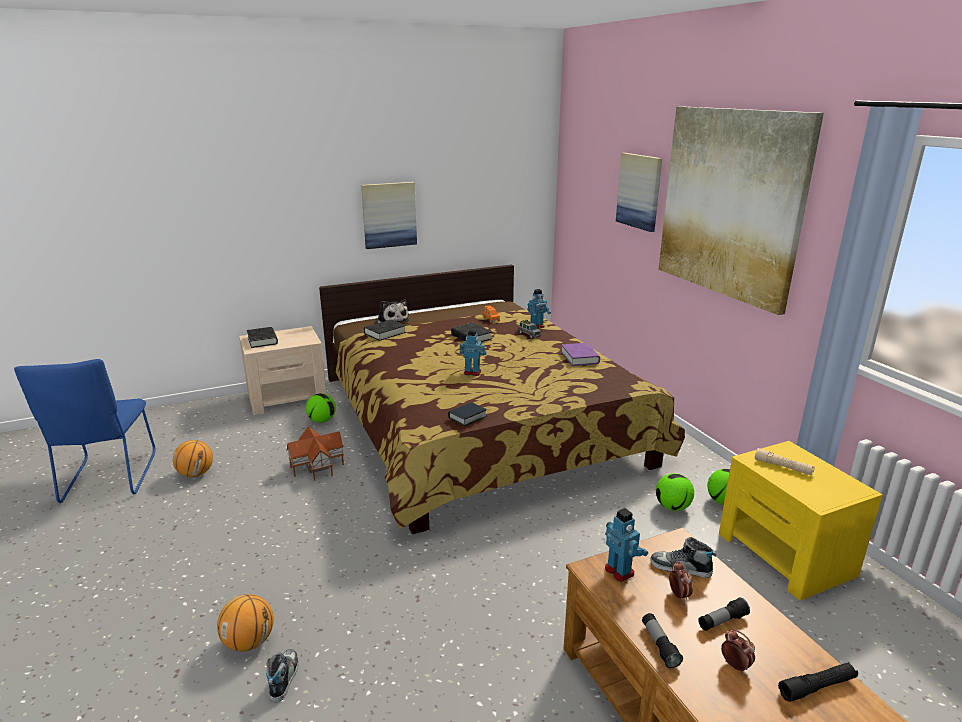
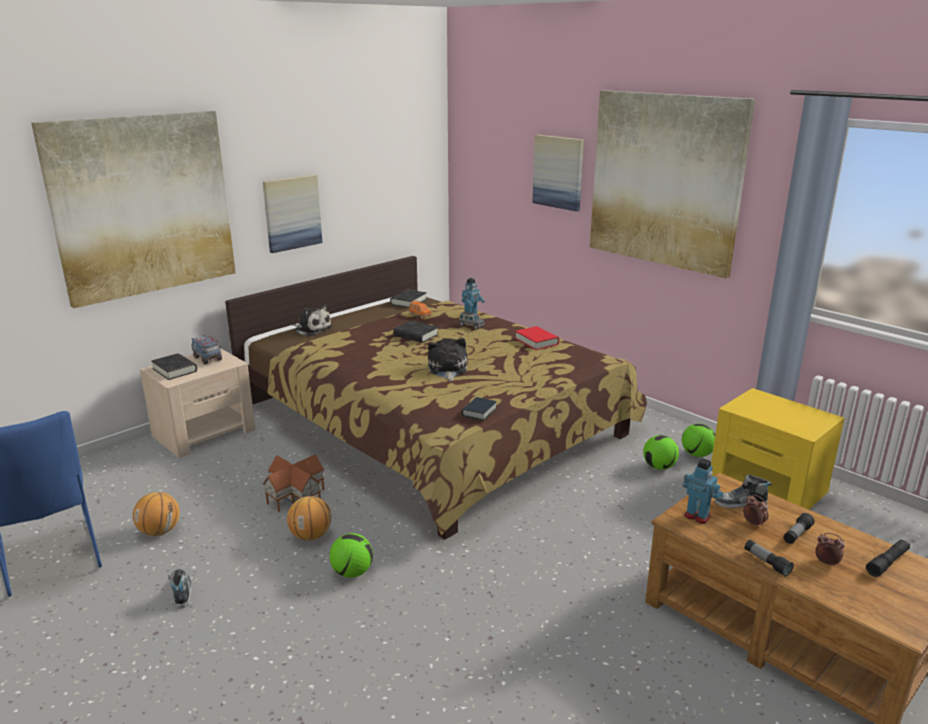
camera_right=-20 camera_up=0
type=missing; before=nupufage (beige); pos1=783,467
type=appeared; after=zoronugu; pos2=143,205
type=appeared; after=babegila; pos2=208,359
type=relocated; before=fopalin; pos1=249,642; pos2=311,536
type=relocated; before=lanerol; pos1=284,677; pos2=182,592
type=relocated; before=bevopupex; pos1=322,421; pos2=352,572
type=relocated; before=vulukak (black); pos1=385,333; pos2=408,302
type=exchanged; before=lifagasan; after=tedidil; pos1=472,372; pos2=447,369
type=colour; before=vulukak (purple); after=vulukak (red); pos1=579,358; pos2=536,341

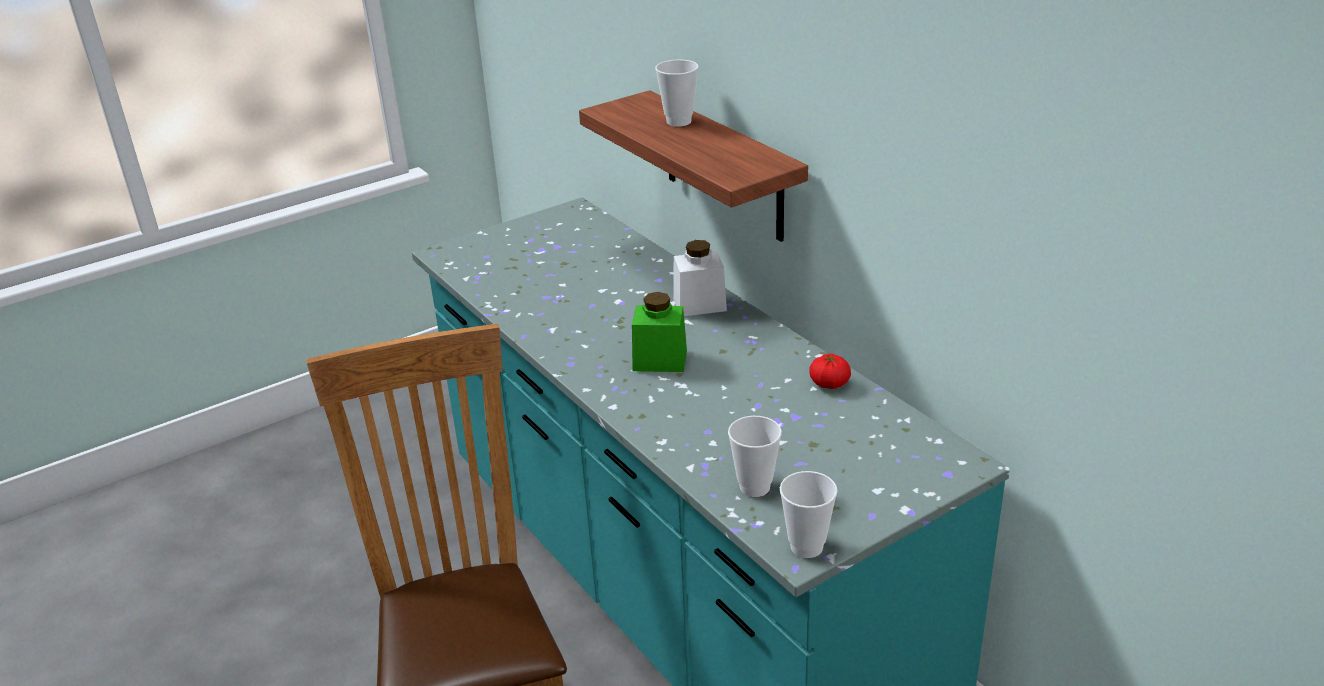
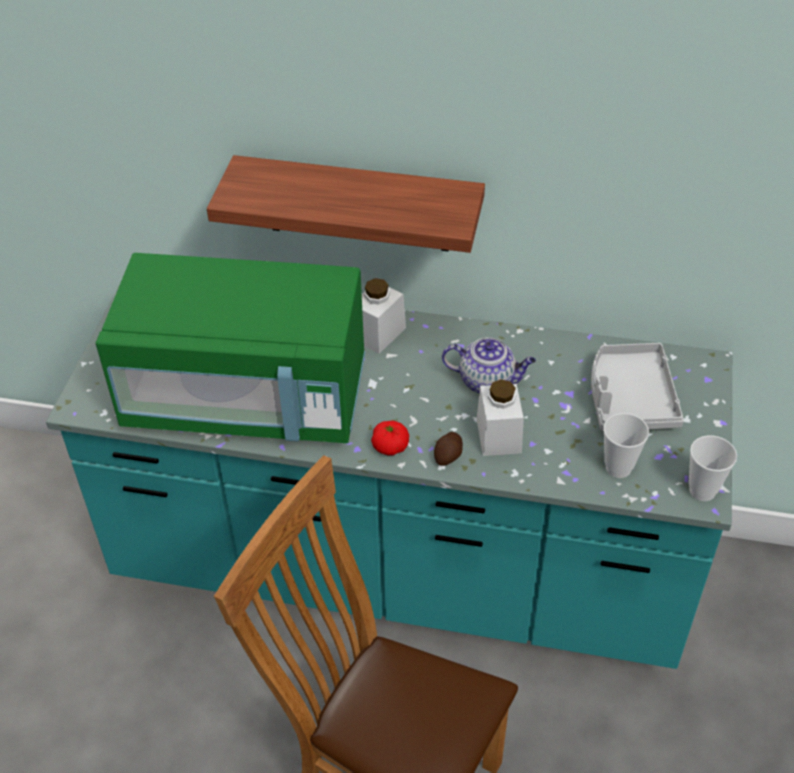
camera_right=-45 camera_up=15
type=missing; before=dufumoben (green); pos1=660,360
type=missing; before=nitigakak; pos1=679,121
type=appeared; after=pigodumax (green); pos2=247,398
type=appeared; after=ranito; pos2=449,455
type=appeared; after=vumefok; pos2=488,381
type=appeared; after=dufumoben (white); pos2=498,435
type=appeared; after=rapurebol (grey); pos2=630,398
type=relocated; before=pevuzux; pos1=829,383; pos2=390,446

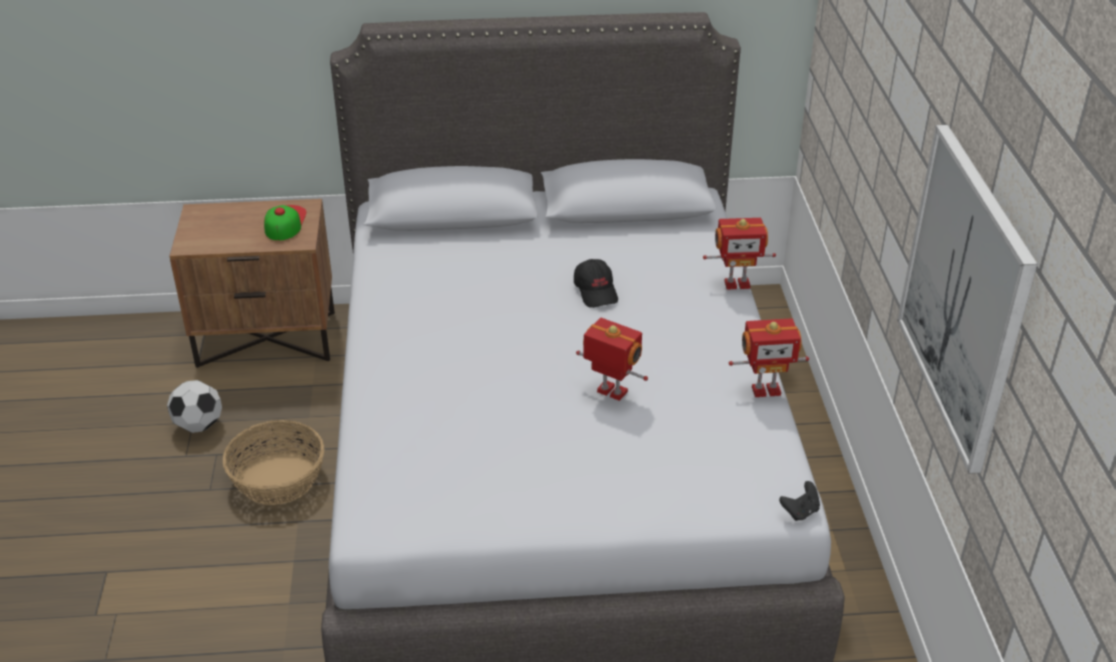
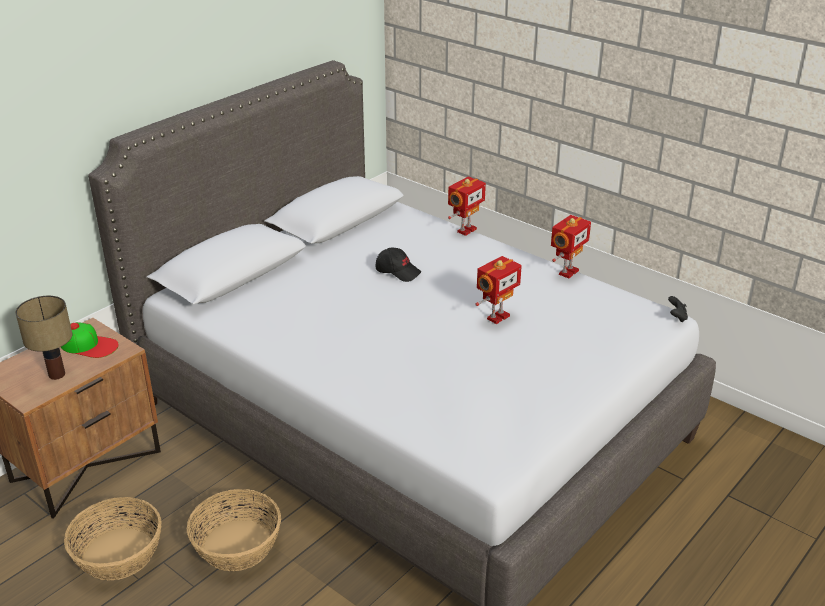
camera_right=-45 camera_up=-5
type=missing; before=zoronugu; pos1=964,295
type=appeared; after=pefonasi; pos2=56,375
type=exchanged; before=bevopupex; after=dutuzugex; pos1=199,425; pos2=118,553
type=spun; before=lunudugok; pos1=284,222; pos2=89,345; turn=150
type=spun; before=lifagasan; pos1=611,392; pos2=497,317; turn=150

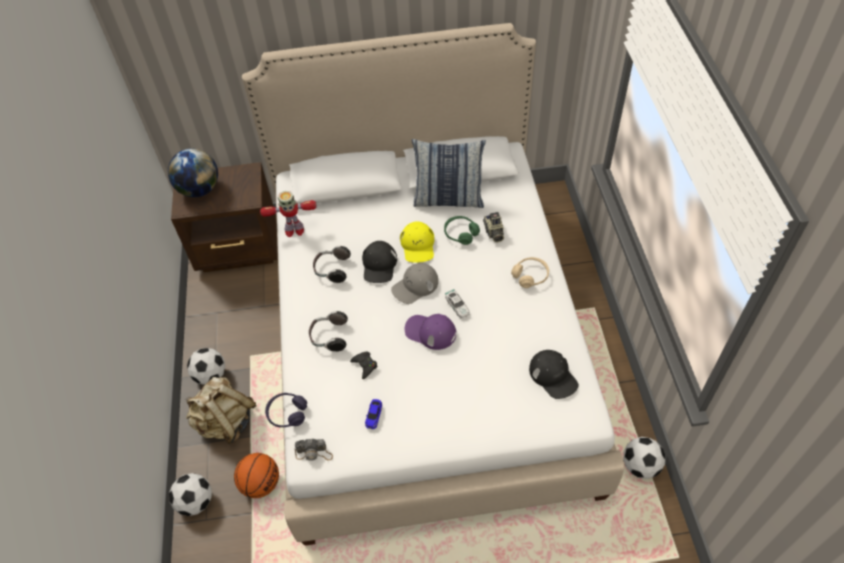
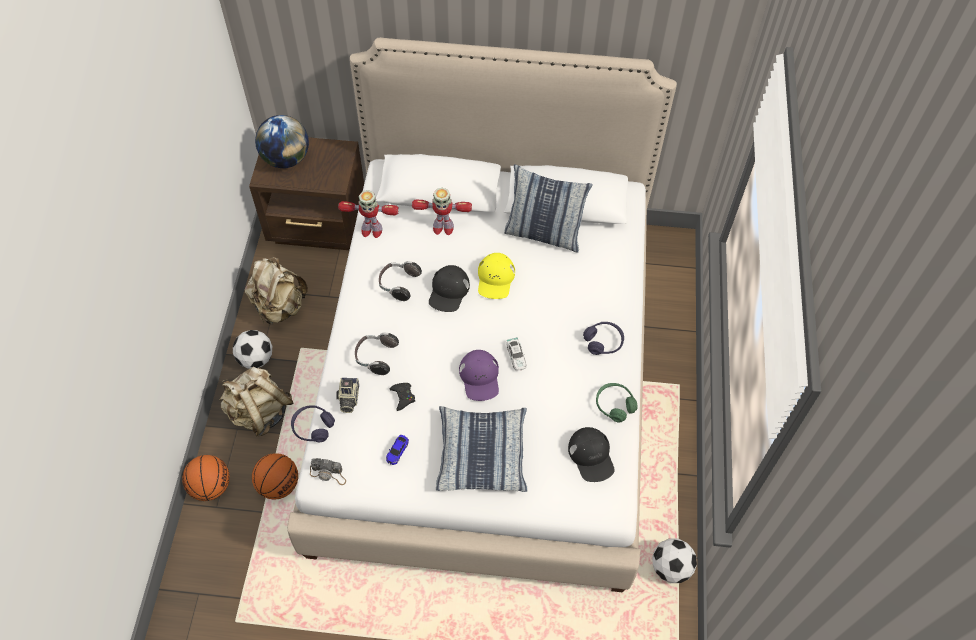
camera_right=10 camera_up=5
type=missing; before=lunudugok (grey); pos1=415,286
type=appeared; after=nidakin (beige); pos2=279,307
type=appeared; after=lifagasan; pos2=442,228
type=appeared; after=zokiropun; pos2=482,454
type=relocated; before=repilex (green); pos1=461,233; pos2=614,405
type=relocated; before=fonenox; pos1=493,233; pos2=348,398
type=exchanged; before=bevopupex; after=fopalin; pos1=196,502; pos2=211,486
type=colour; before=repilex (beige); after=repilex (purple); pos1=530,276; pos2=603,342
type=spun; before=lunudugok (purple); pos1=430,332; pos2=480,377; turn=-135

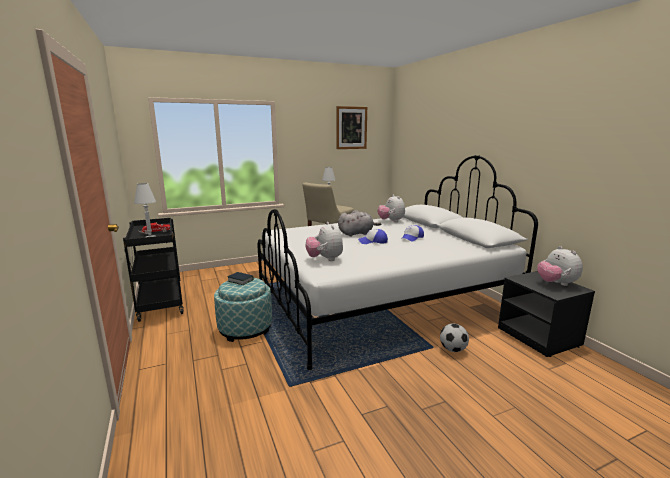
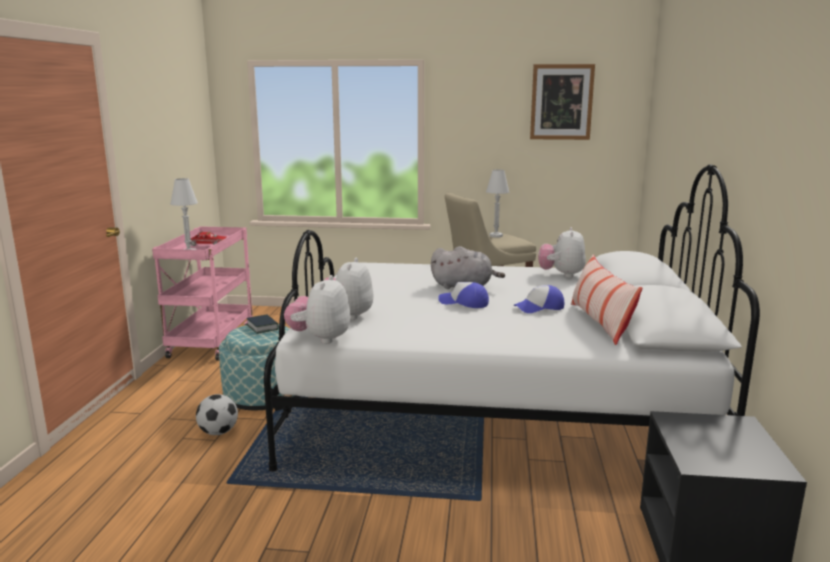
camera_right=30 camera_up=0
type=appeared; after=zokiropun; pos2=600,322
type=relocated; before=bevopupex; pos1=453,349; pos2=218,432
type=relocated; before=tedidil; pos1=556,284; pos2=320,339
type=colour; before=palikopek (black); after=palikopek (pink); pos1=160,303; pos2=211,341

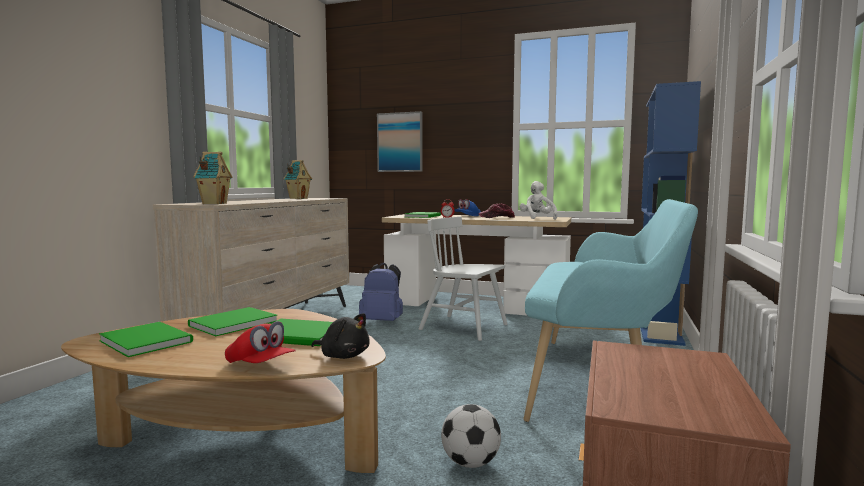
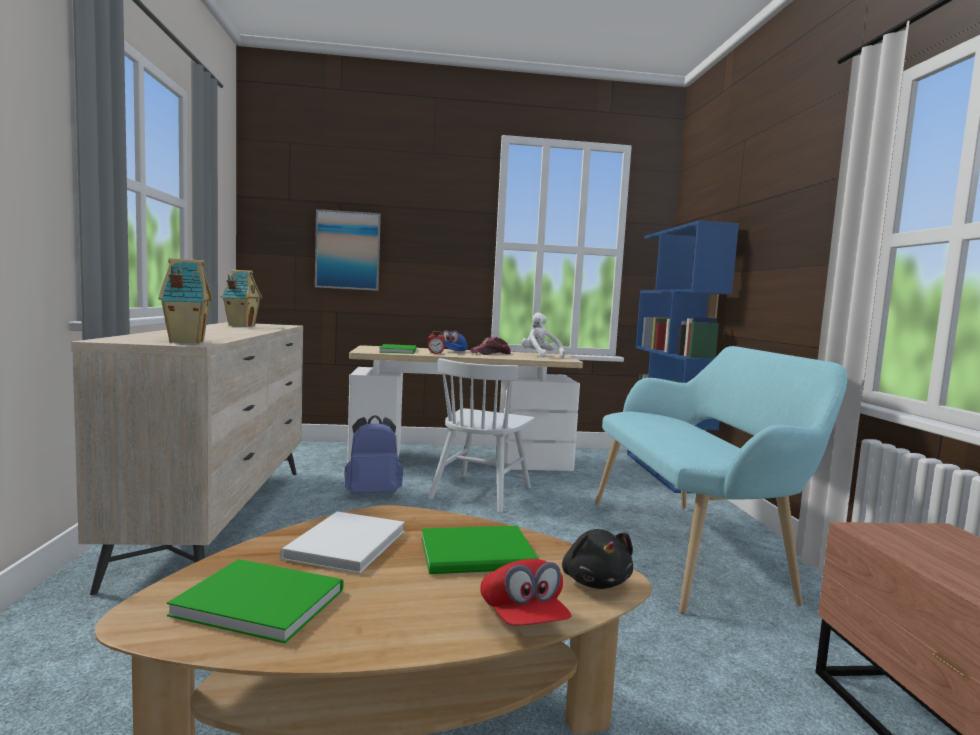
camera_right=-25 camera_up=0
type=missing; before=bevopupex; pos1=470,463
type=colour; before=vulukak (green); after=vulukak (white); pos1=230,324; pos2=341,545
type=spun; before=lunudugok (red); pos1=260,365; pos2=522,619; turn=60
type=spun; before=tedidil (black); pos1=343,356; pos2=595,581; turn=75
type=spun; before=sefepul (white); pos1=464,327; pos2=480,492; turn=-75

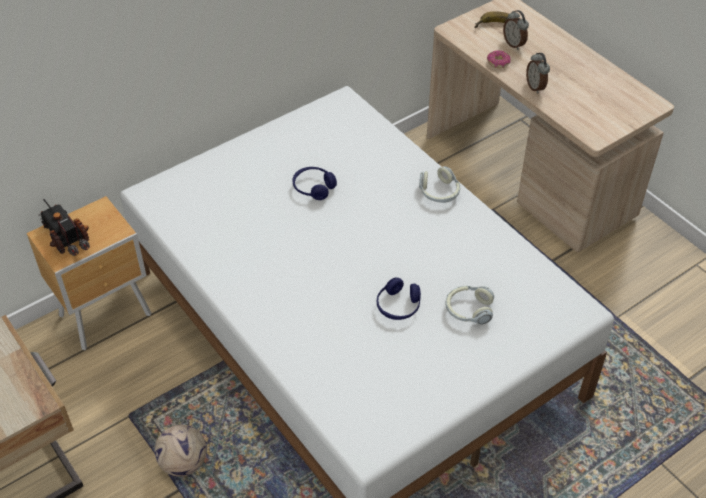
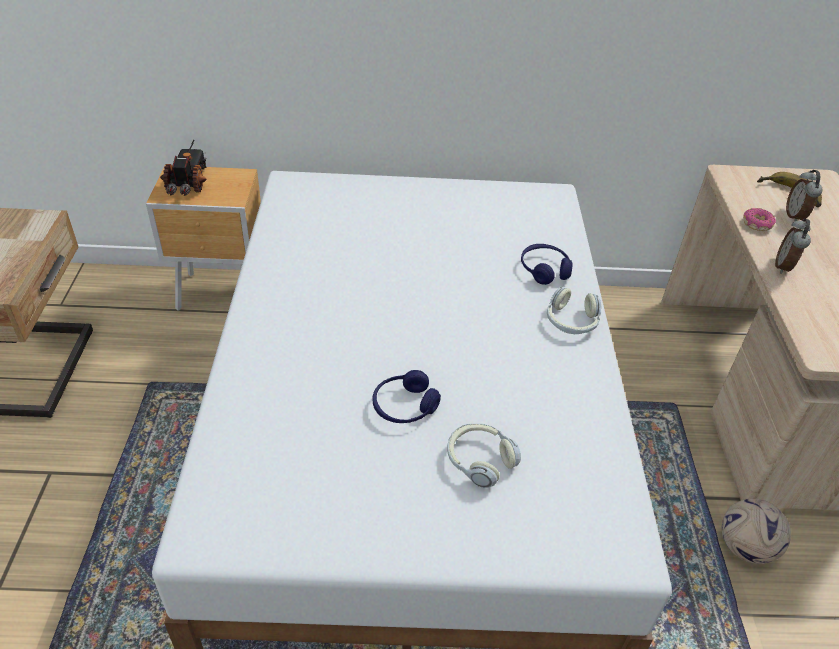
camera_right=35 camera_up=-5
type=relocated; before=bevopupex; pos1=183,463; pos2=744,547
type=relocated; before=repilex (blue); pos1=313,187; pos2=544,270

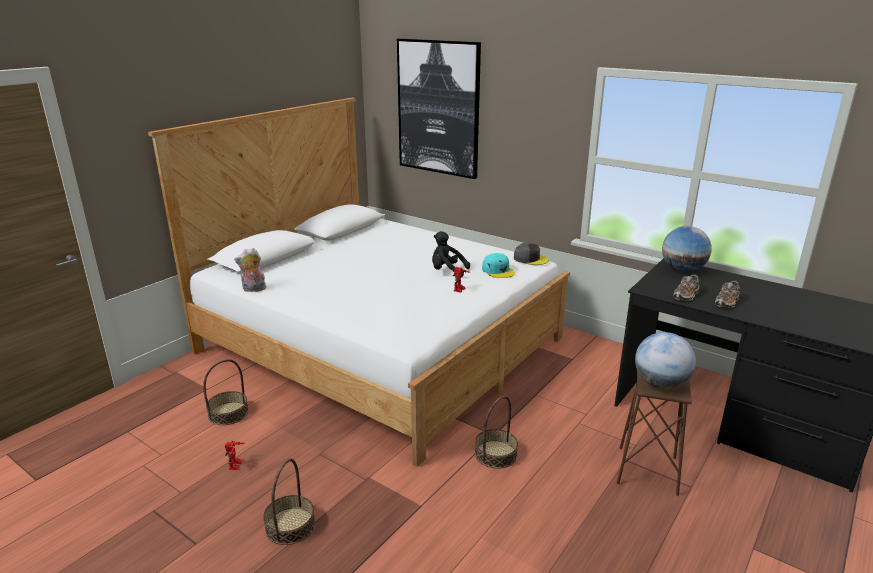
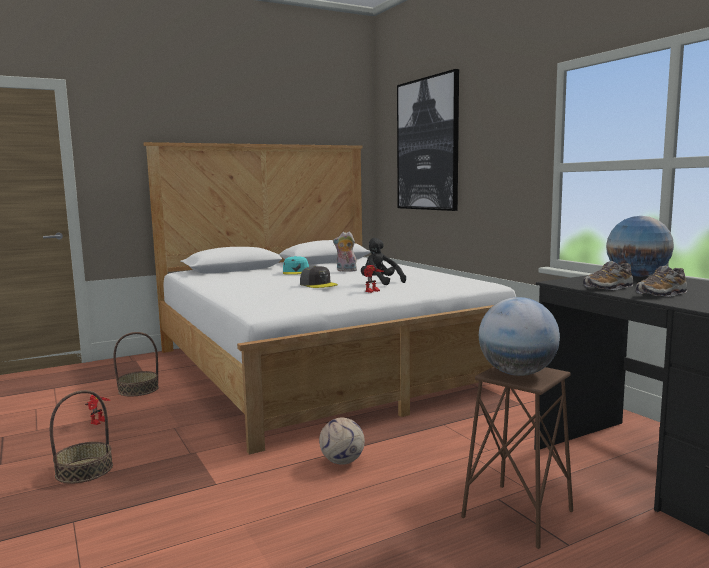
camera_right=25 camera_up=-15
type=relocated; before=tedidil; pos1=253,289; pos2=345,271
type=relocated; before=lunudugok (turquoise); pos1=498,271; pos2=296,272
type=relocated; before=lunudugok (grey); pos1=530,259; pos2=318,284
type=exchanged; before=dutuzugex; after=bevopupex; pos1=495,454; pos2=342,461

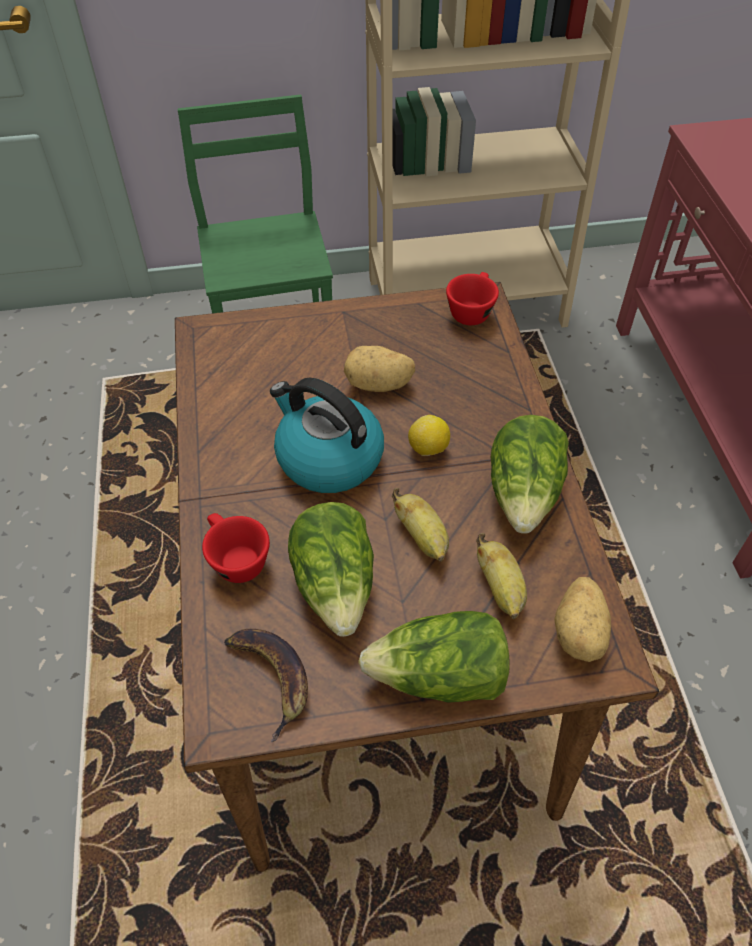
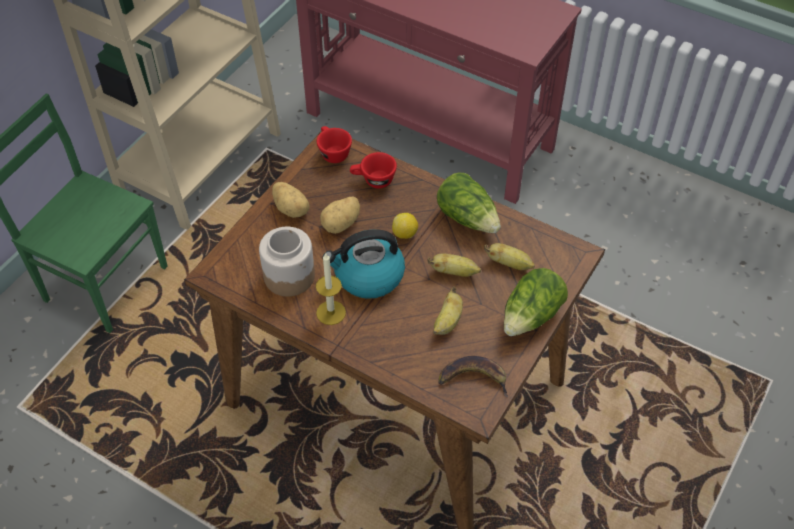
camera_right=-50 camera_up=0
type=appeared; after=dufumoben; pos2=289,276
type=appeared; after=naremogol; pos2=331,312
type=relocated; before=nitigakak (red); pos1=235,559; pos2=373,180
type=relocated; before=ranito; pos1=580,633; pos2=291,209
type=exchanged; before=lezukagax; after=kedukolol; pos1=336,584; pos2=447,322

